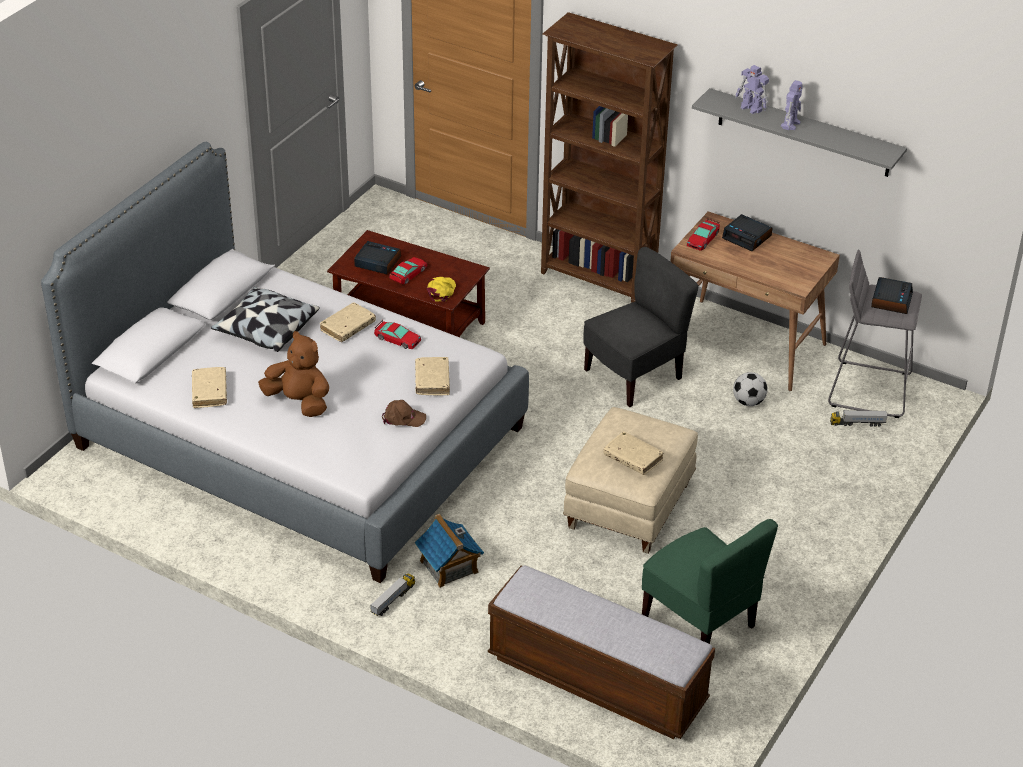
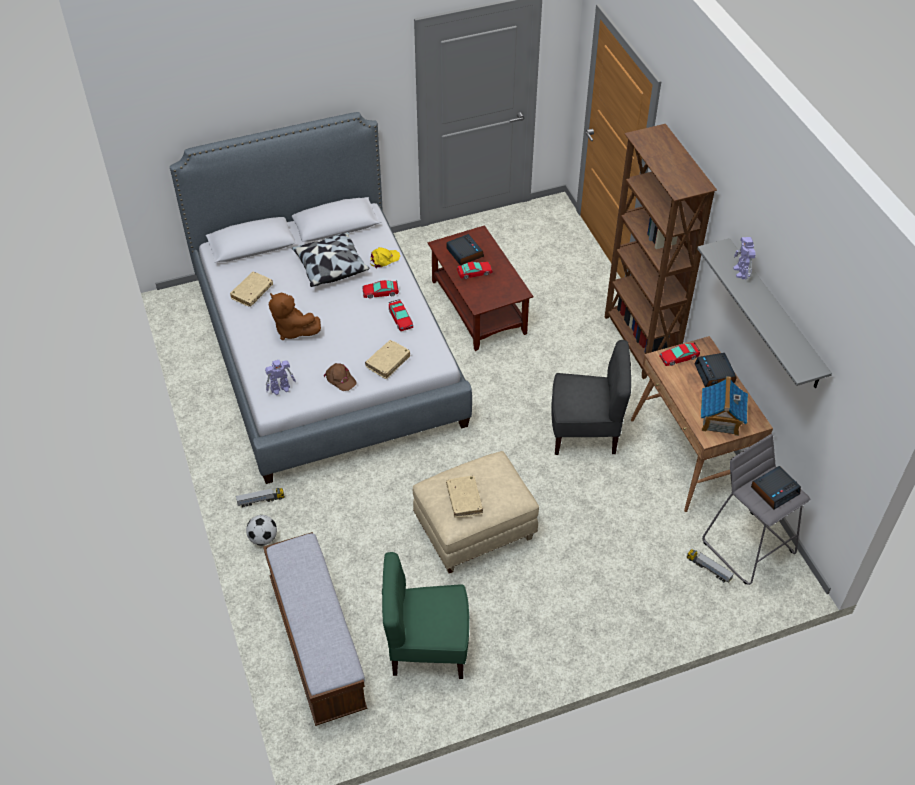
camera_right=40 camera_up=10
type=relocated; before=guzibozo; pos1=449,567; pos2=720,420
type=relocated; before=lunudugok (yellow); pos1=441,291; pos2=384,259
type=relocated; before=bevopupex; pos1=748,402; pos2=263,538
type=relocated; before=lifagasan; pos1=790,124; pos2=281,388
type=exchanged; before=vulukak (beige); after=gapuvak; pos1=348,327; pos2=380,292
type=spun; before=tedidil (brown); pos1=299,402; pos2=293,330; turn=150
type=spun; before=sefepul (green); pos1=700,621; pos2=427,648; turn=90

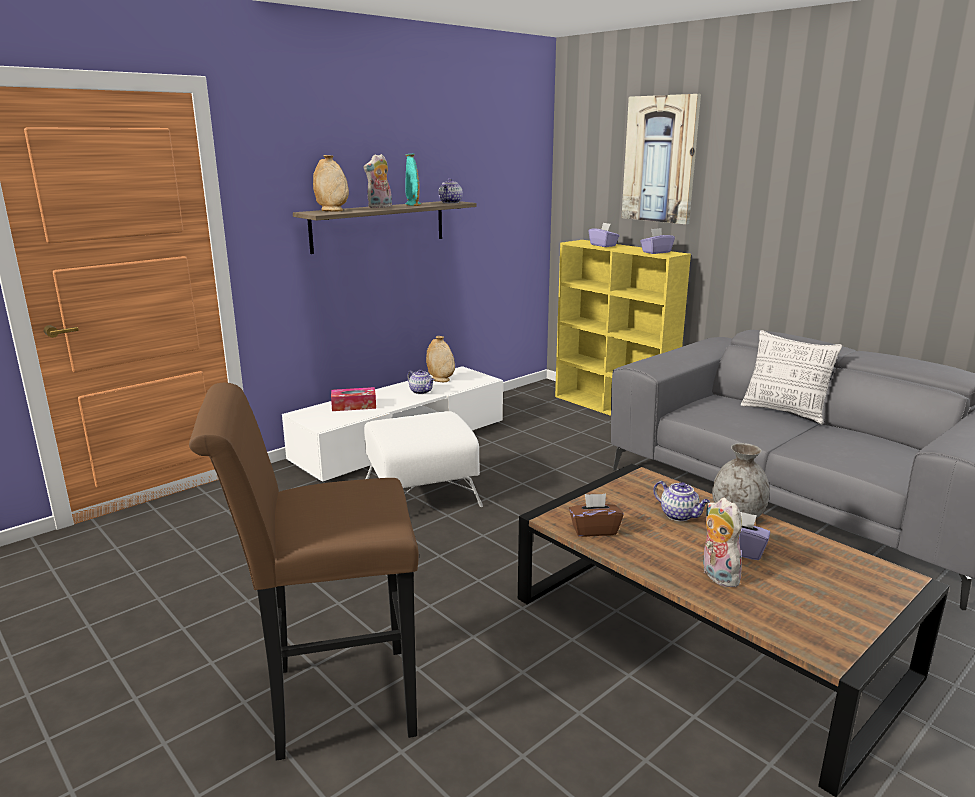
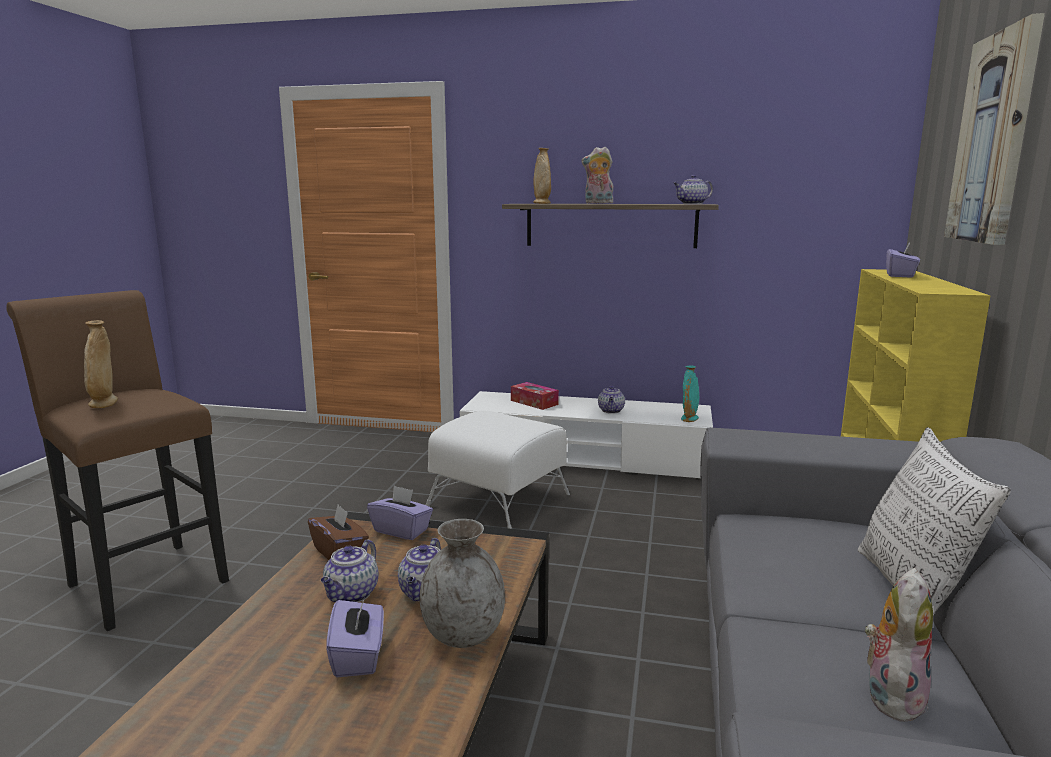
camera_right=55 camera_up=-5
type=appeared; after=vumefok; pos2=352,594
type=relocated; before=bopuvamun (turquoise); pos1=413,205; pos2=689,419
type=relocated; before=bopuvamun (beige); pos1=440,380; pos2=103,403
type=relocated; before=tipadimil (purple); pos1=656,252; pos2=401,530
type=relocated; before=tedidil; pos1=716,575; pos2=891,694

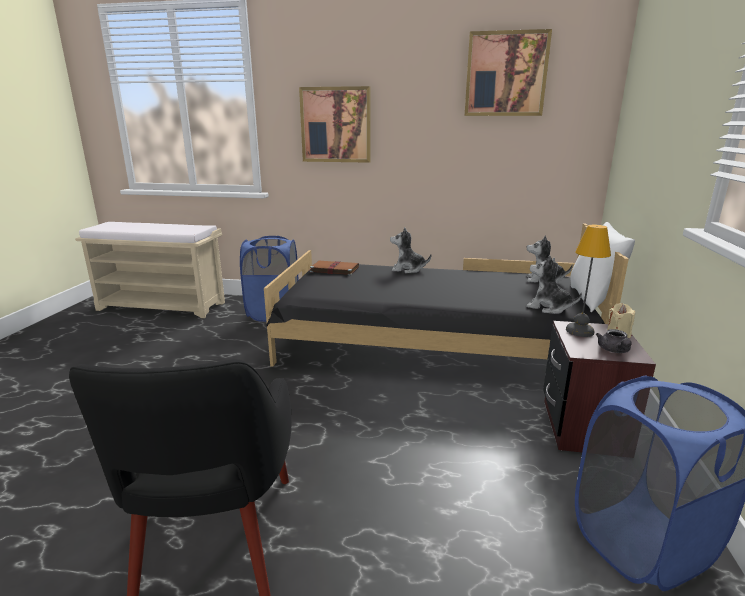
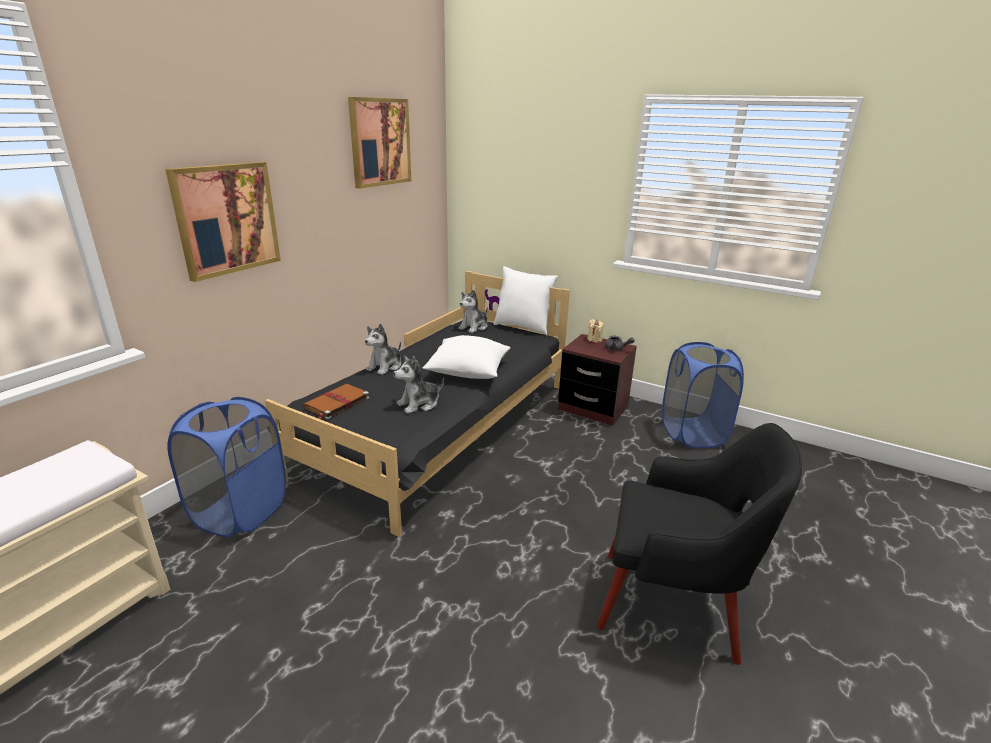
camera_right=-70 camera_up=5
type=missing; before=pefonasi; pos1=579,331
type=appeared; after=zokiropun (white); pos2=468,371
type=relocated; before=tedidil; pos1=548,308; pos2=419,404

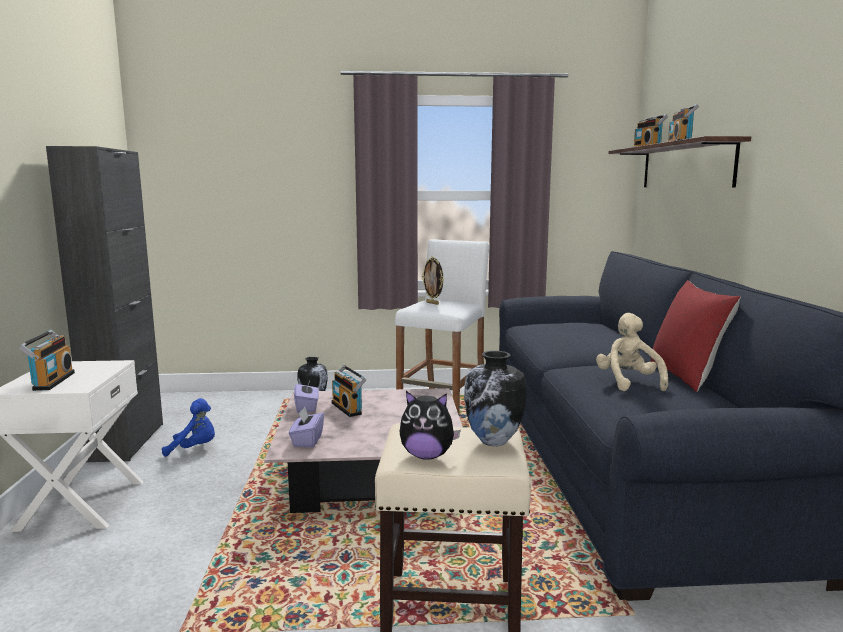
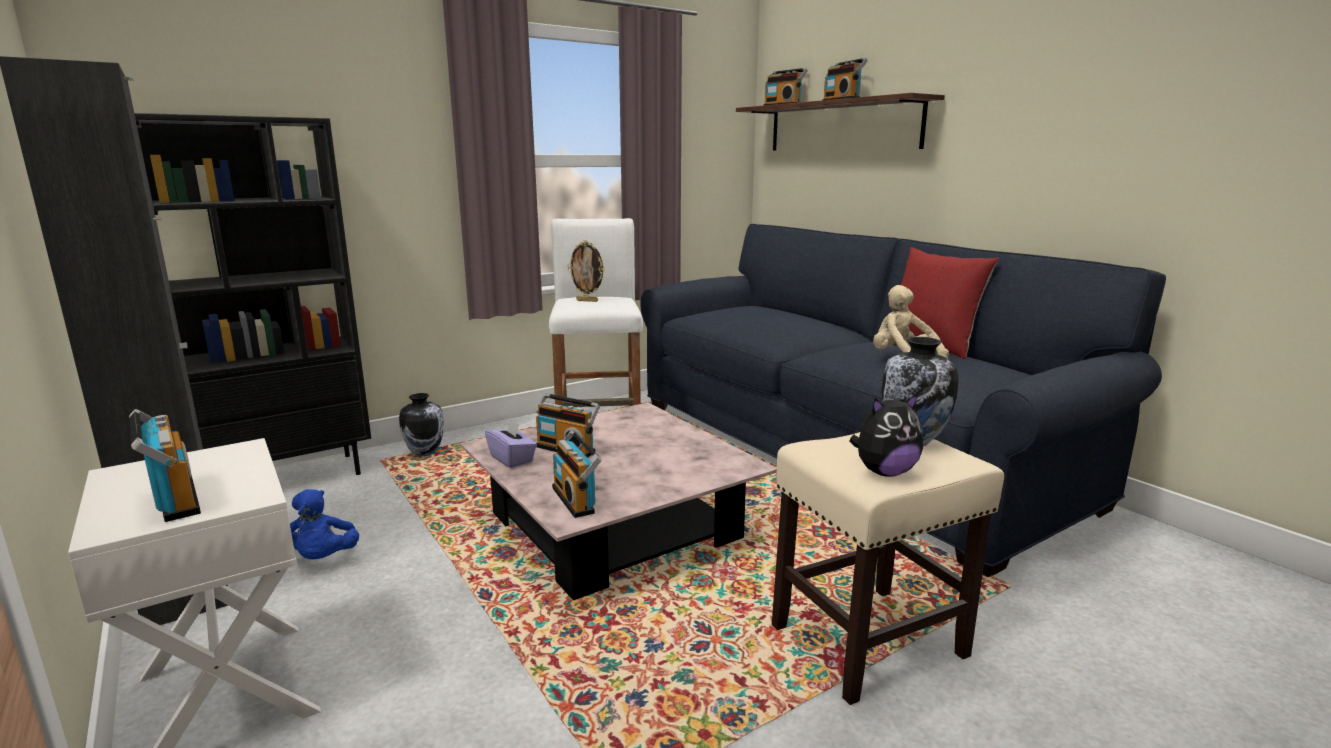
camera_right=-30 camera_up=5
type=appeared; after=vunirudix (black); pos2=291,477
type=exchanged; before=tipadimil (purple); after=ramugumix; pos1=307,440; pos2=576,499
type=spun; before=tedidil (blue); pos1=194,449; pos2=324,558; turn=105

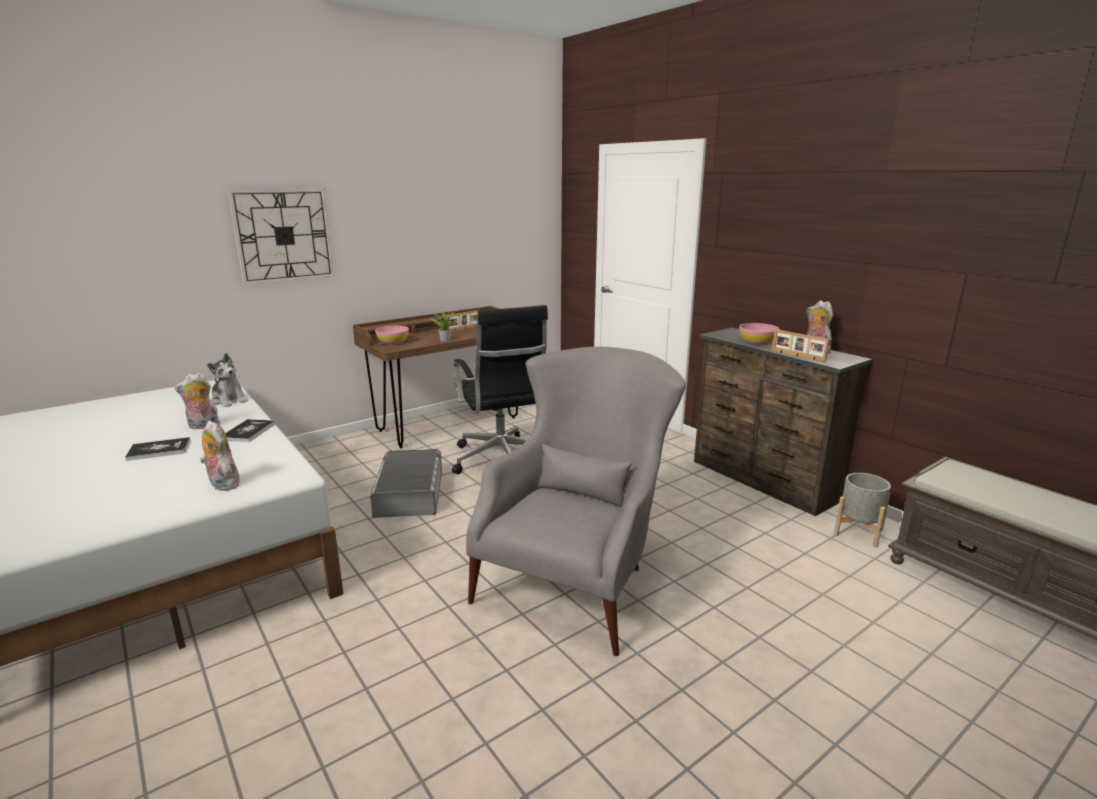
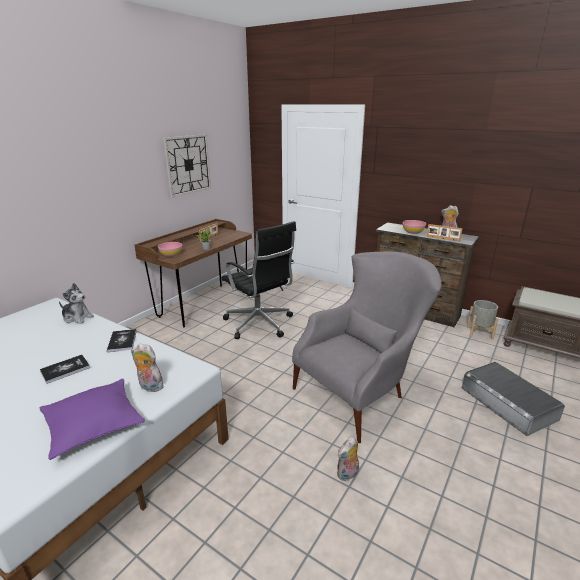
camera_right=-20 camera_up=5
type=appeared; after=zokiropun (purple); pos2=93,424
type=relocated; before=tedidil; pos1=203,426; pos2=348,475
type=relocated; before=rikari; pos1=284,235; pos2=188,165
type=relocated; before=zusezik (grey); pos1=410,492; pos2=508,403
type=spun; before=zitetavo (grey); pos1=578,576; pos2=361,391; turn=45

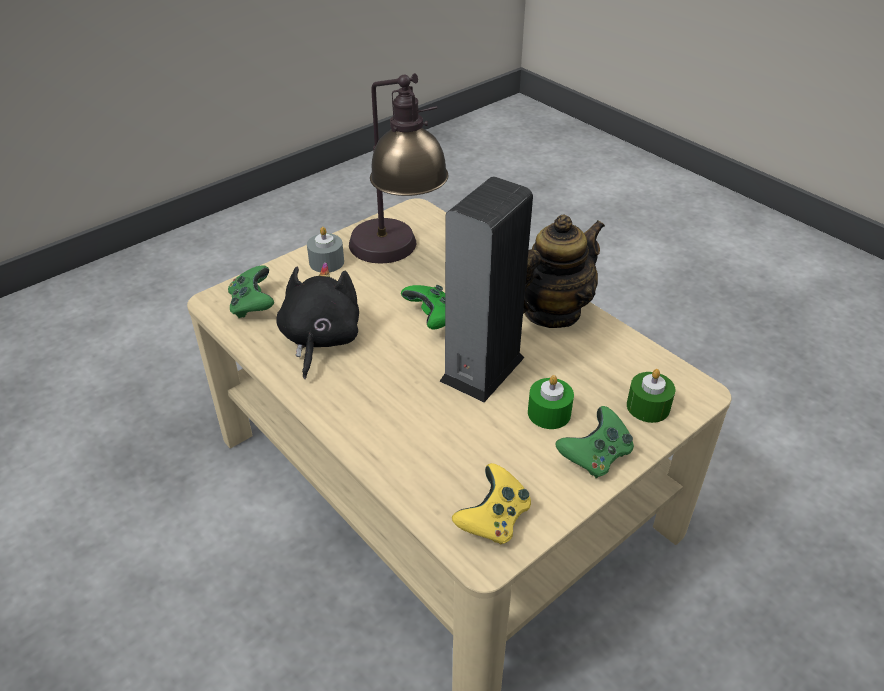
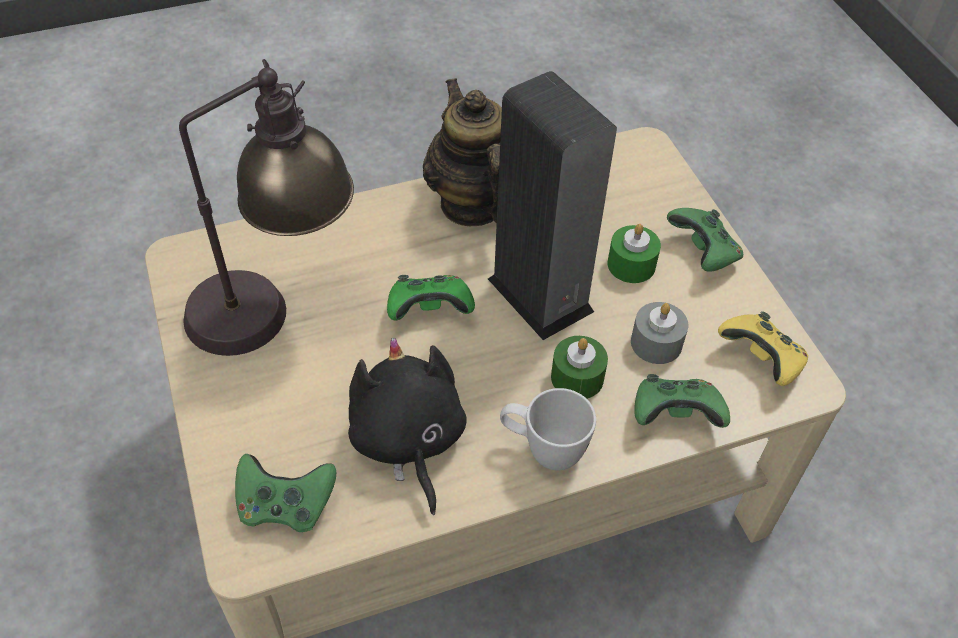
camera_right=-70 camera_up=10
type=appeared; after=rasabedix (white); pos2=543,449
type=appeared; after=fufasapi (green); pos2=675,415
type=relocated; before=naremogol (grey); pos1=326,262; pos2=656,343
type=relocated; before=naremogol (green); pos1=648,407; pos2=577,377
type=spun; before=tedidil (black); pos1=319,340; pos2=408,440; turn=45

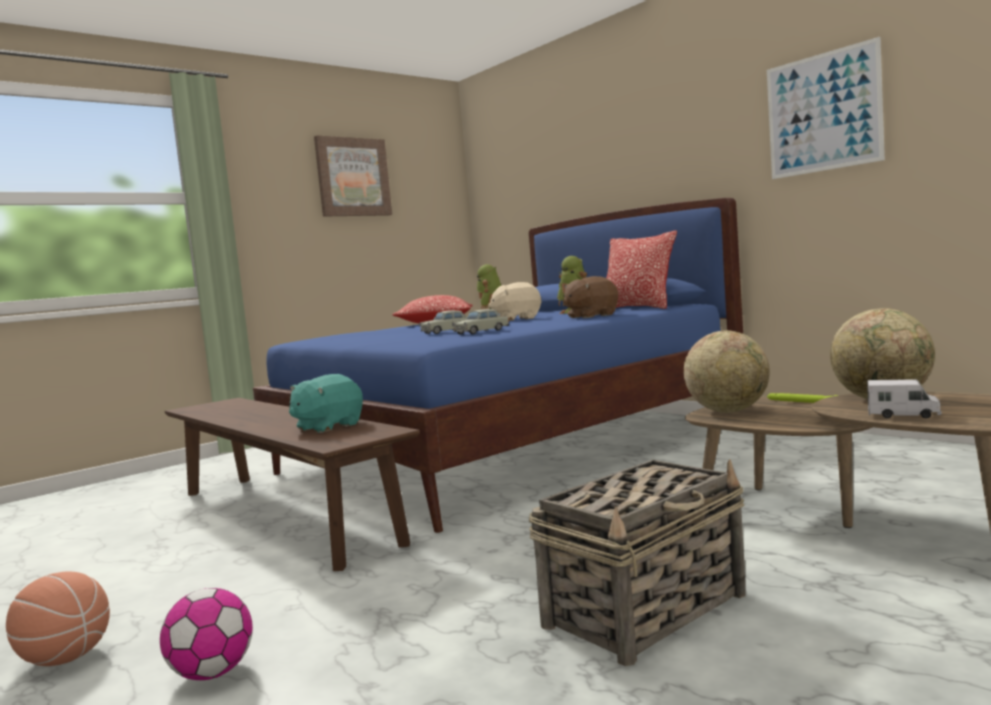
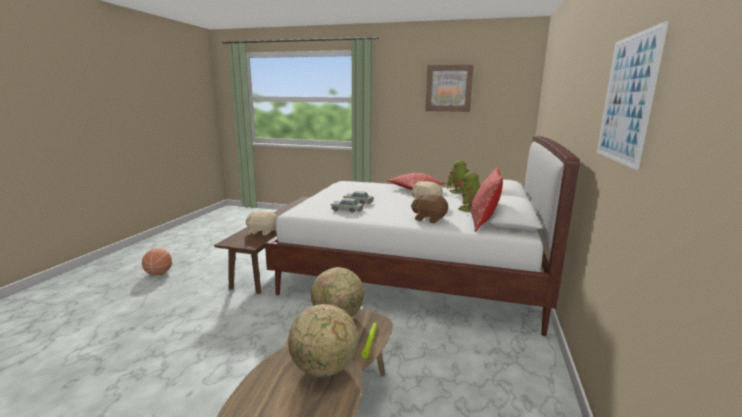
camera_right=55 camera_up=10
type=missing; before=bevopupex; pos1=212,674
type=missing; before=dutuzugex; pos1=647,609
type=missing; before=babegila; pos1=903,415
type=colour; before=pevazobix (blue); after=pevazobix (white); pos1=512,448; pos2=413,273
type=colour; before=tedidil (turquoise); after=tedidil (beige); pos1=327,427; pos2=262,232

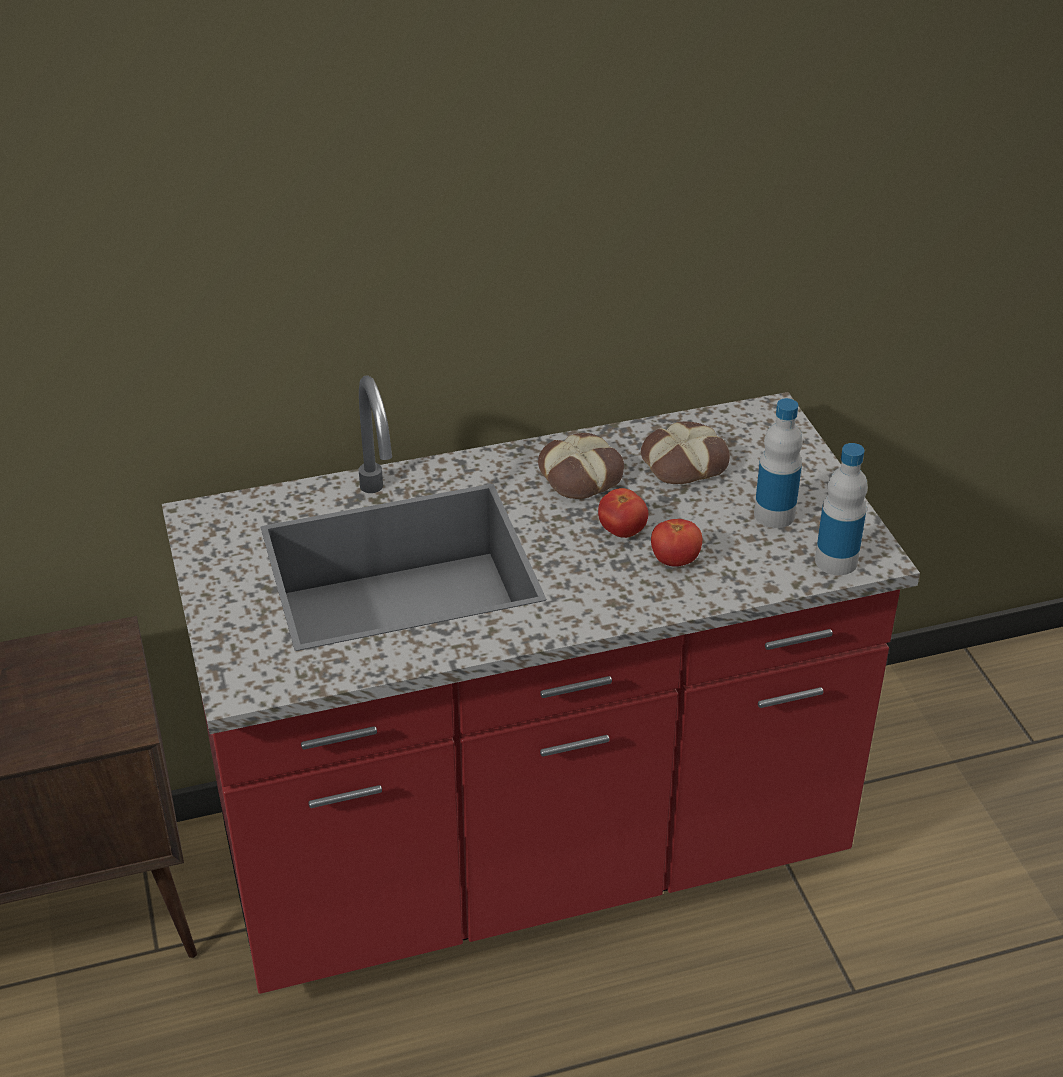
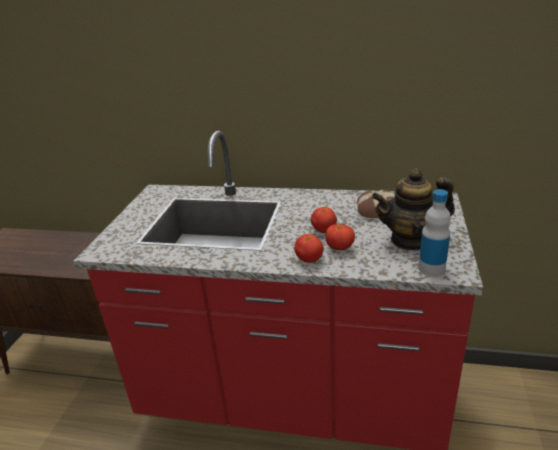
camera_right=30 camera_up=-10
type=missing; before=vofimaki; pos1=581,475
type=appeared; after=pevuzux; pos2=309,259
type=exchanged; before=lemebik; after=vumefok; pos1=774,515; pos2=410,240

